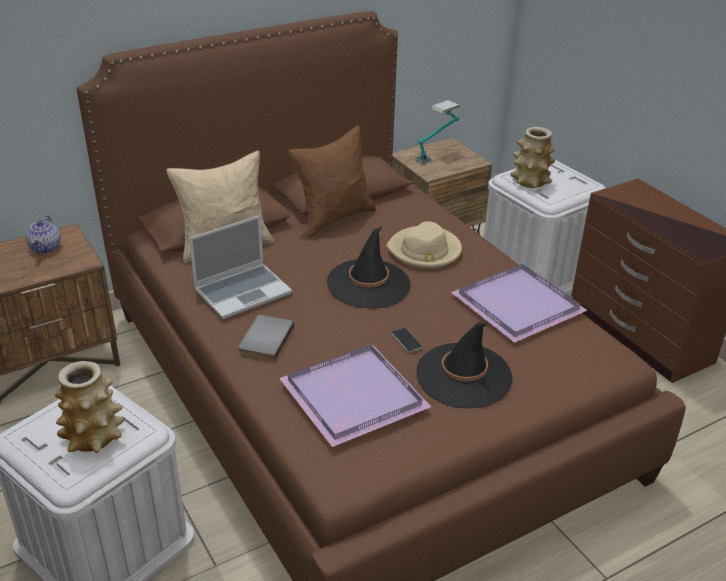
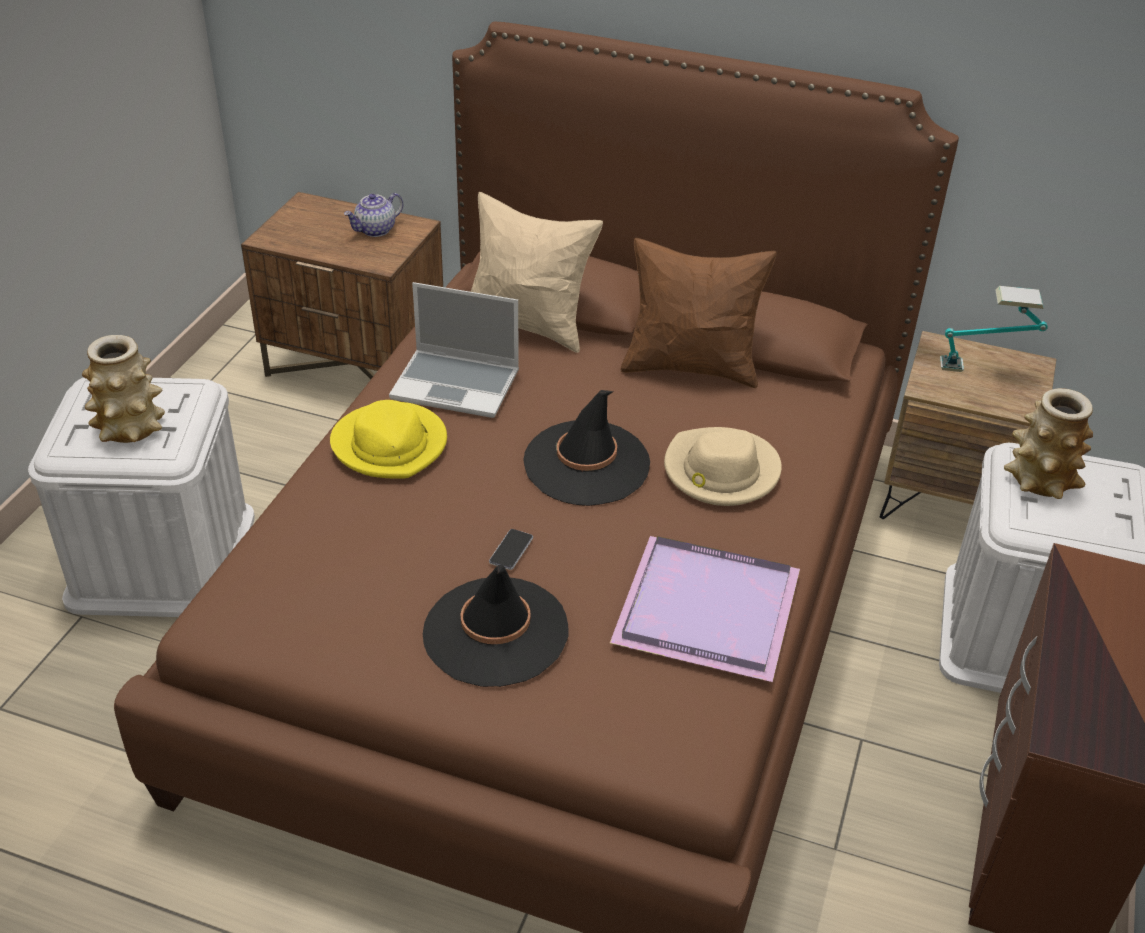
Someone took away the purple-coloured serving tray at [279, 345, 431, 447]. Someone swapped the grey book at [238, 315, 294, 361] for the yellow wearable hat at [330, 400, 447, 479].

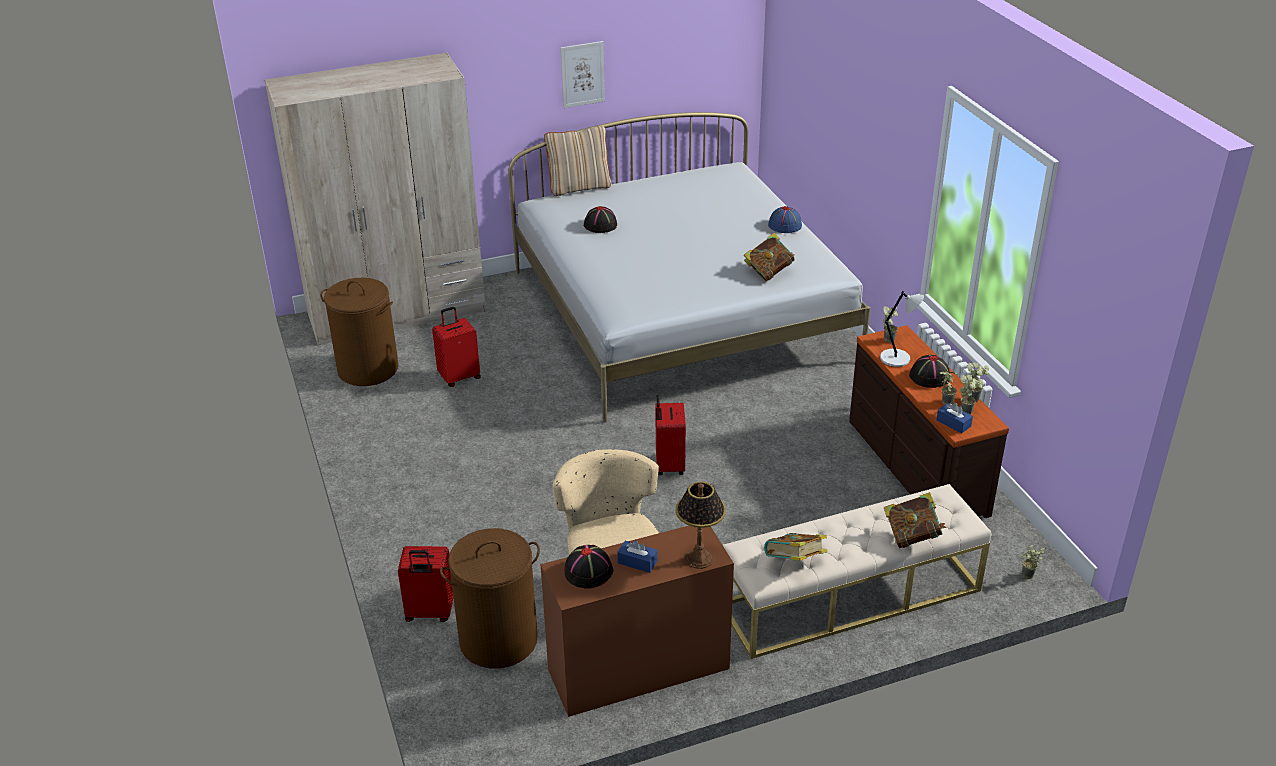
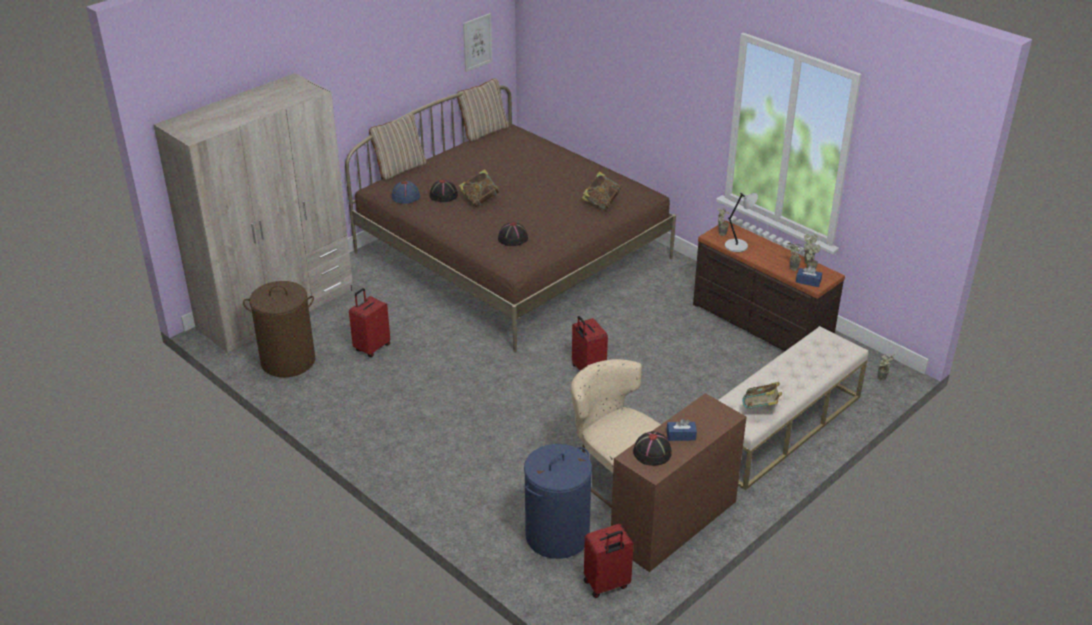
Someone took away the lamp for a table at [675, 481, 726, 569]. Someone put down the beige cushion at [457, 78, 509, 142]. Someone carried the reddish piece of luggage from [398, 546, 453, 622] to [584, 524, 633, 598]. Someone carried the wall art from [560, 41, 605, 108] to [463, 13, 492, 72]. Someone carried the blue wearable hat from [768, 206, 802, 233] to [392, 181, 420, 204]. Someone carried the book from [884, 492, 946, 548] to [459, 169, 500, 208]. Someone carried the black-coloured wearable hat from [909, 355, 950, 388] to [498, 222, 528, 246]. Someone repainted the brown washing basket at [440, 528, 540, 669], which became the blue washing basket at [524, 444, 592, 559]. Someone repainted the whitish sleeping bed at [509, 112, 870, 423], which became the brown sleeping bed at [345, 85, 676, 353].

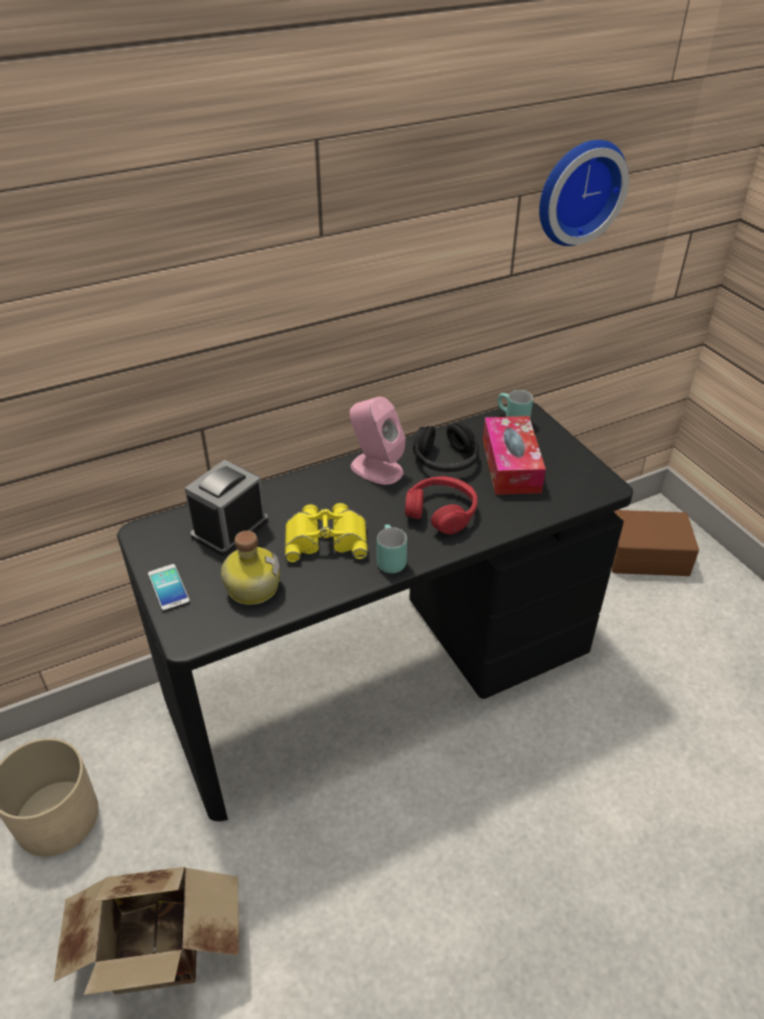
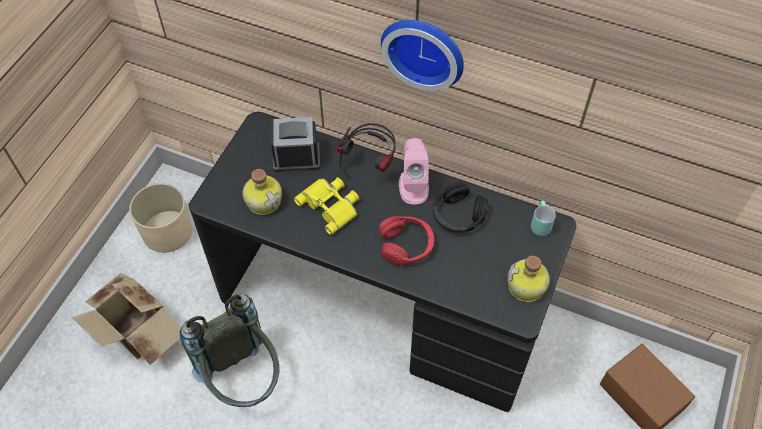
Someone took away the phone at [148, 564, 190, 612]. Someone took away the turquoise-coloured coffee mug at [377, 524, 407, 573]. Someone took away the box of tissues at [483, 416, 546, 495]. Someone put down the grey knapsack at [180, 294, 280, 407]. Someone put down the pair of headphones at [337, 123, 396, 178]. Someone put down the bottle at [507, 256, 550, 302]. Someone carried the clock on the wall from [539, 140, 629, 246] to [381, 20, 464, 91].

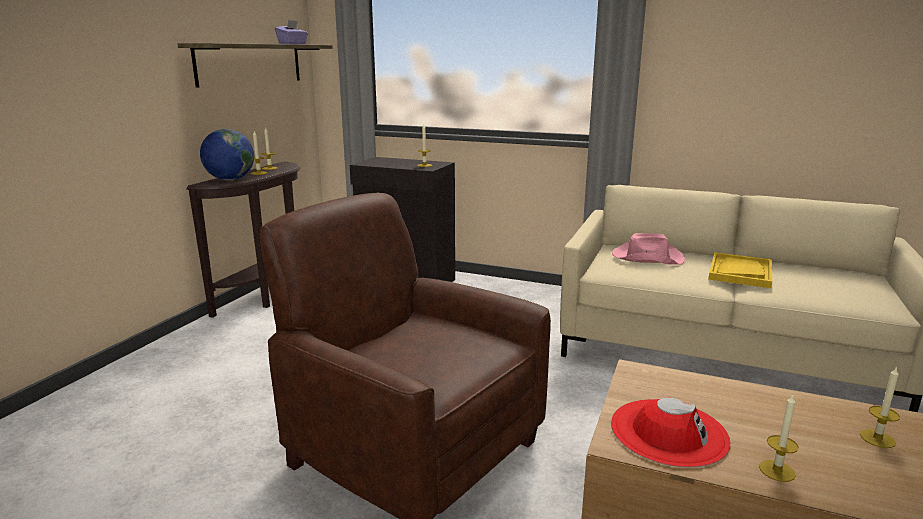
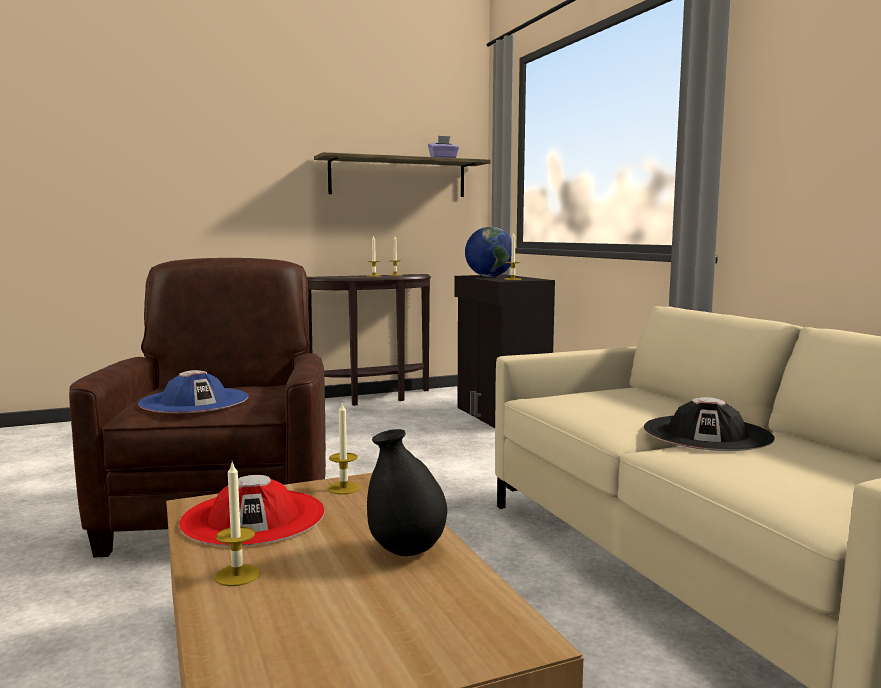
Someone took away the pinkish wearable hat at [612, 233, 685, 265]. Someone put down the blue wearable hat at [138, 370, 248, 413]. Someone put down the black-coloured flower vase at [367, 429, 447, 556]. Someone carried the world globe from [200, 129, 254, 180] to [465, 227, 512, 277]. Someone carried the wax candle from [860, 366, 900, 448] to [327, 403, 360, 494]. Someone swapped the yellow serving tray at [708, 252, 772, 288] for the black-coloured wearable hat at [644, 397, 775, 451].

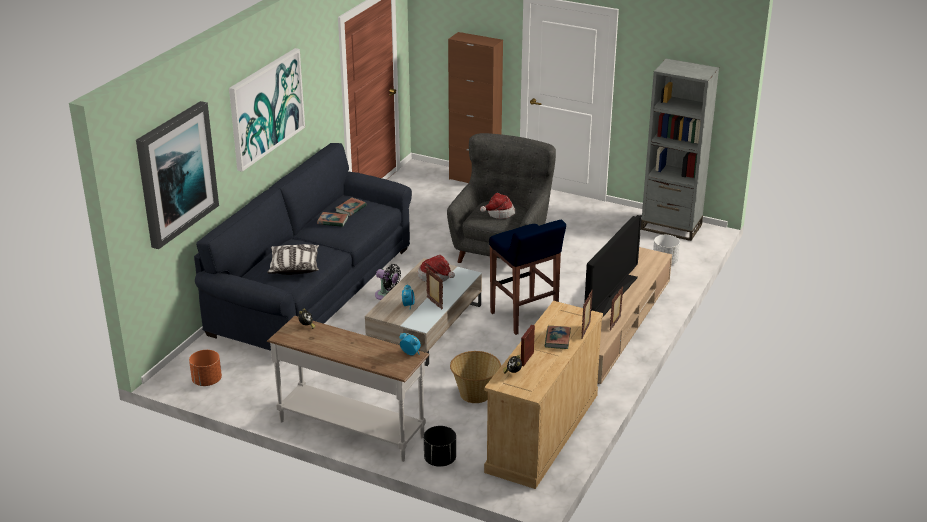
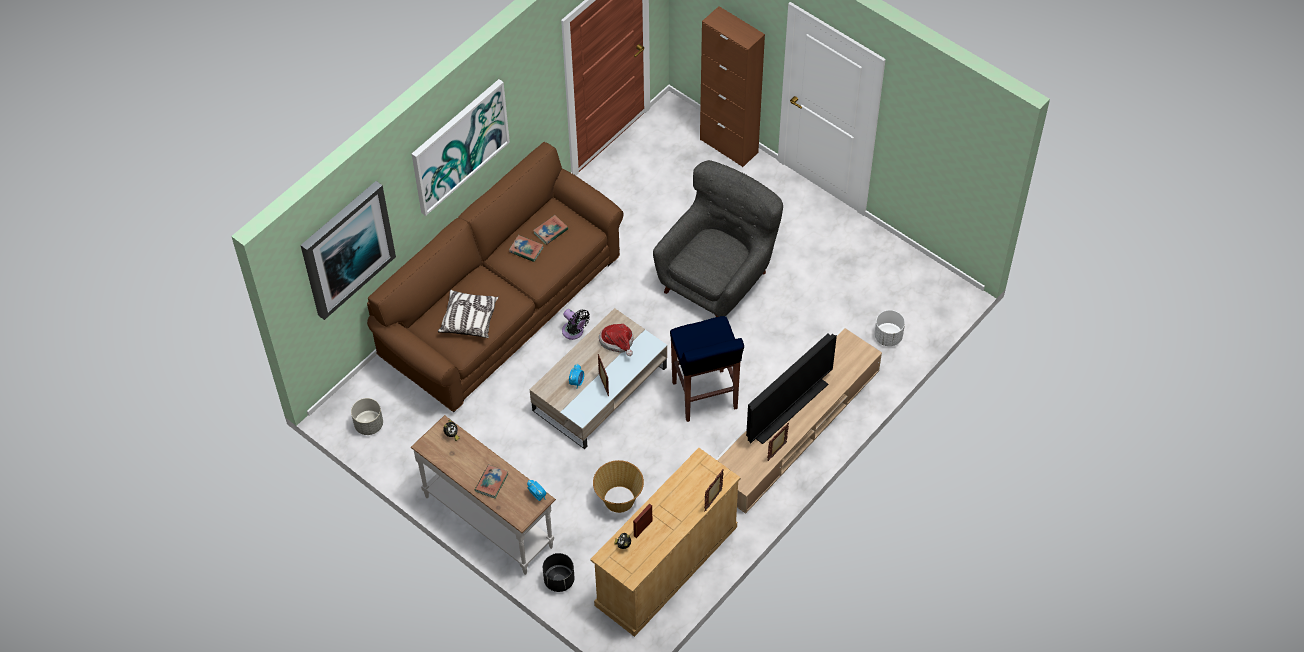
Someone took away the wearable hat at [480, 193, 515, 219]. Someone took away the grey bookshelf at [641, 59, 719, 241]. Someone carried the book from [545, 326, 571, 349] to [475, 465, 508, 498]. Someone repainted the orange plant pot at [189, 350, 222, 386], which became the grey plant pot at [351, 398, 383, 435]. Someone repainted the blue sofa at [194, 143, 412, 351], which became the brown sofa at [367, 142, 624, 412].

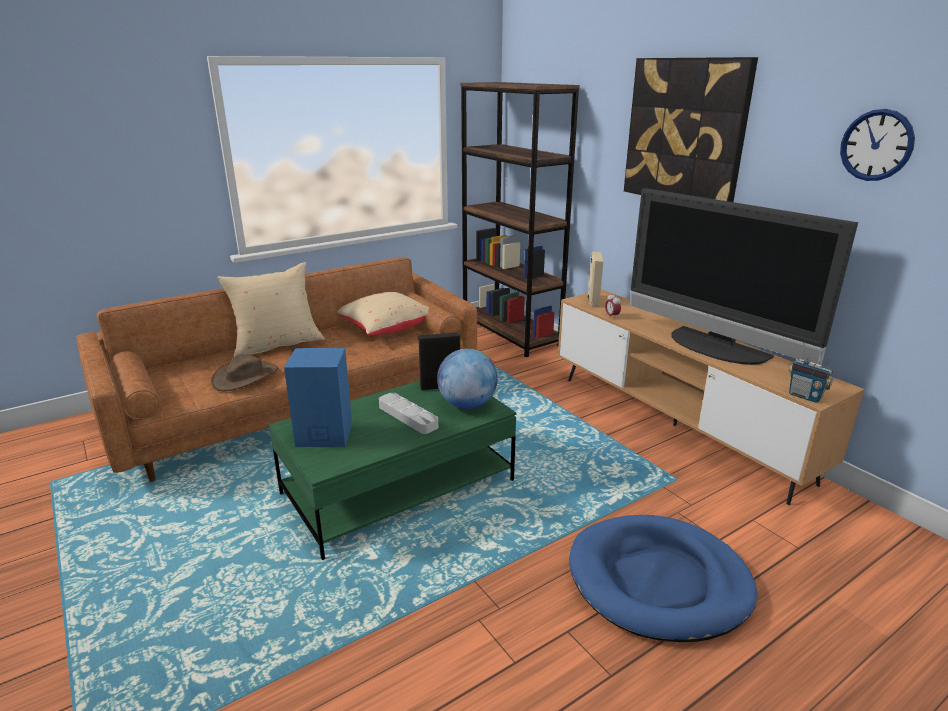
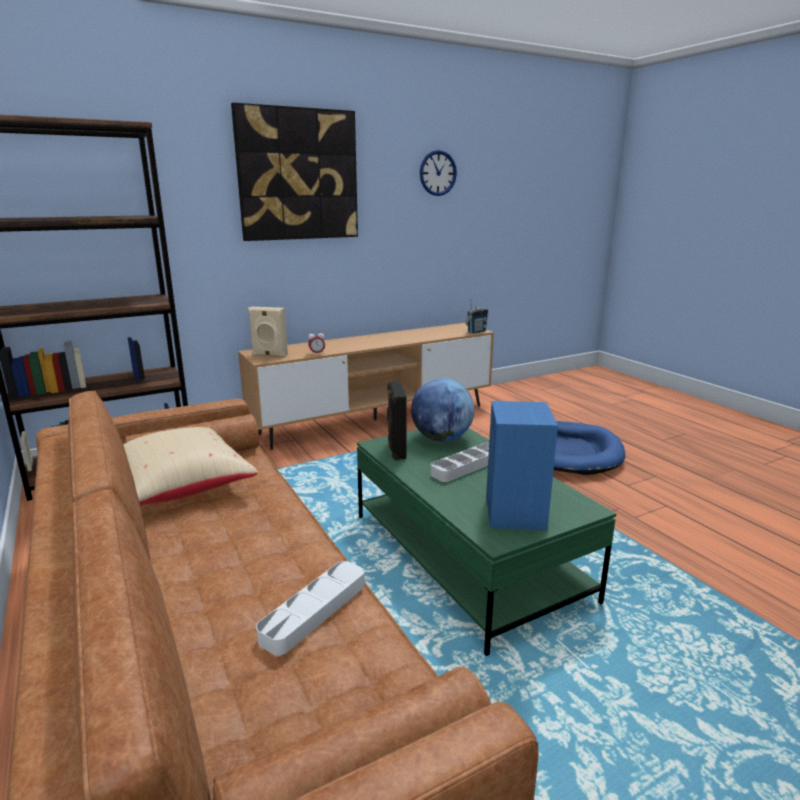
Someone took away the beige cushion at [217, 262, 325, 358]. Someone took away the TV set at [630, 188, 858, 365]. Someone swapped the brown wearable hat at [211, 354, 278, 391] for the whitish serving tray at [256, 561, 365, 655].

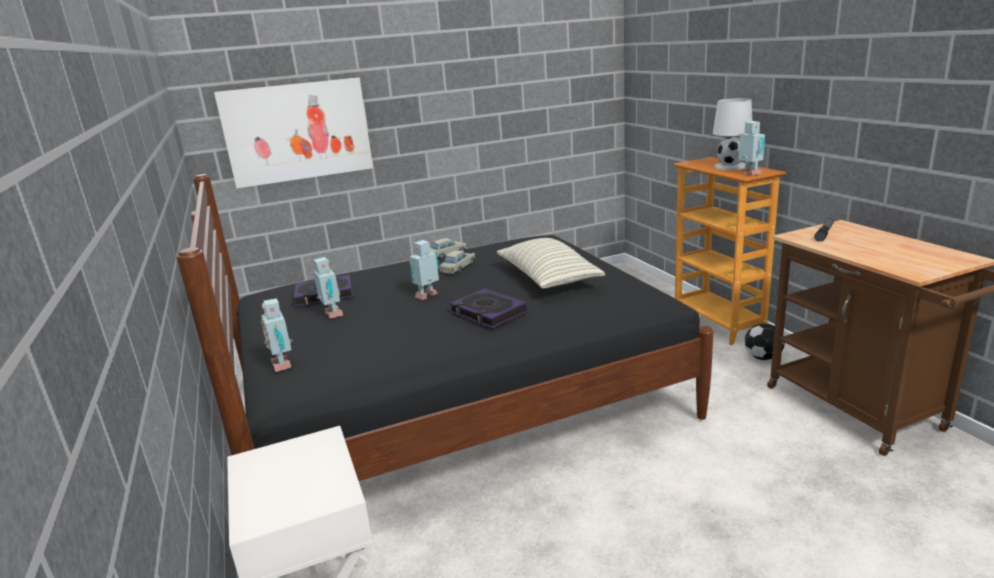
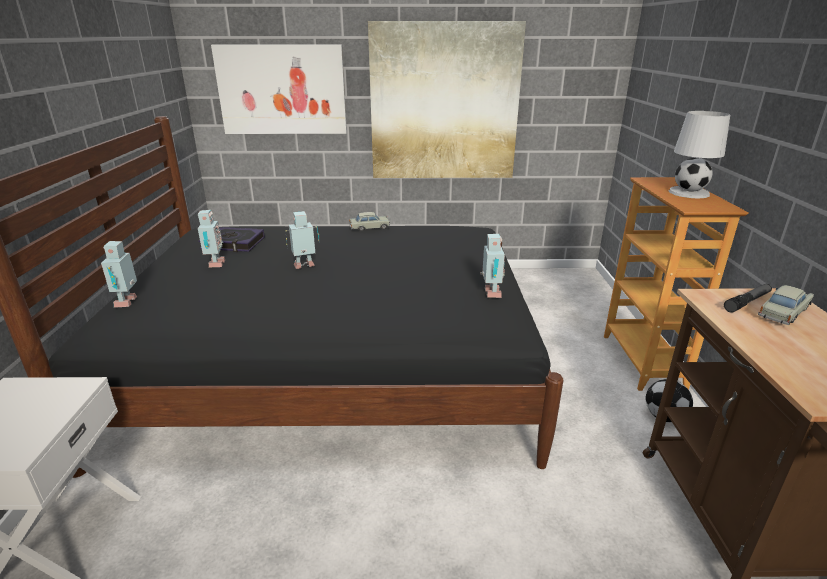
Someone took away the book at [449, 288, 527, 329]. Someone took away the cushion at [496, 238, 605, 288]. Someone put up the wall art at [368, 21, 526, 178]. Someone carried the beige miniature car from [439, 250, 476, 274] to [758, 285, 814, 325]. Someone carried the toy robot from [738, 121, 765, 175] to [480, 234, 505, 298].

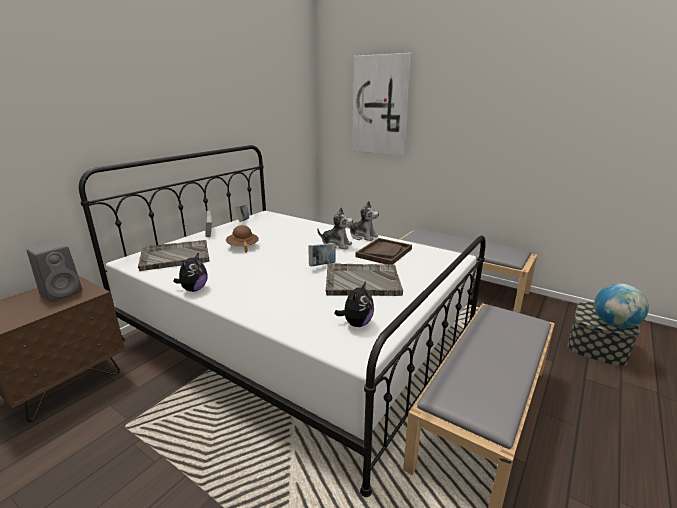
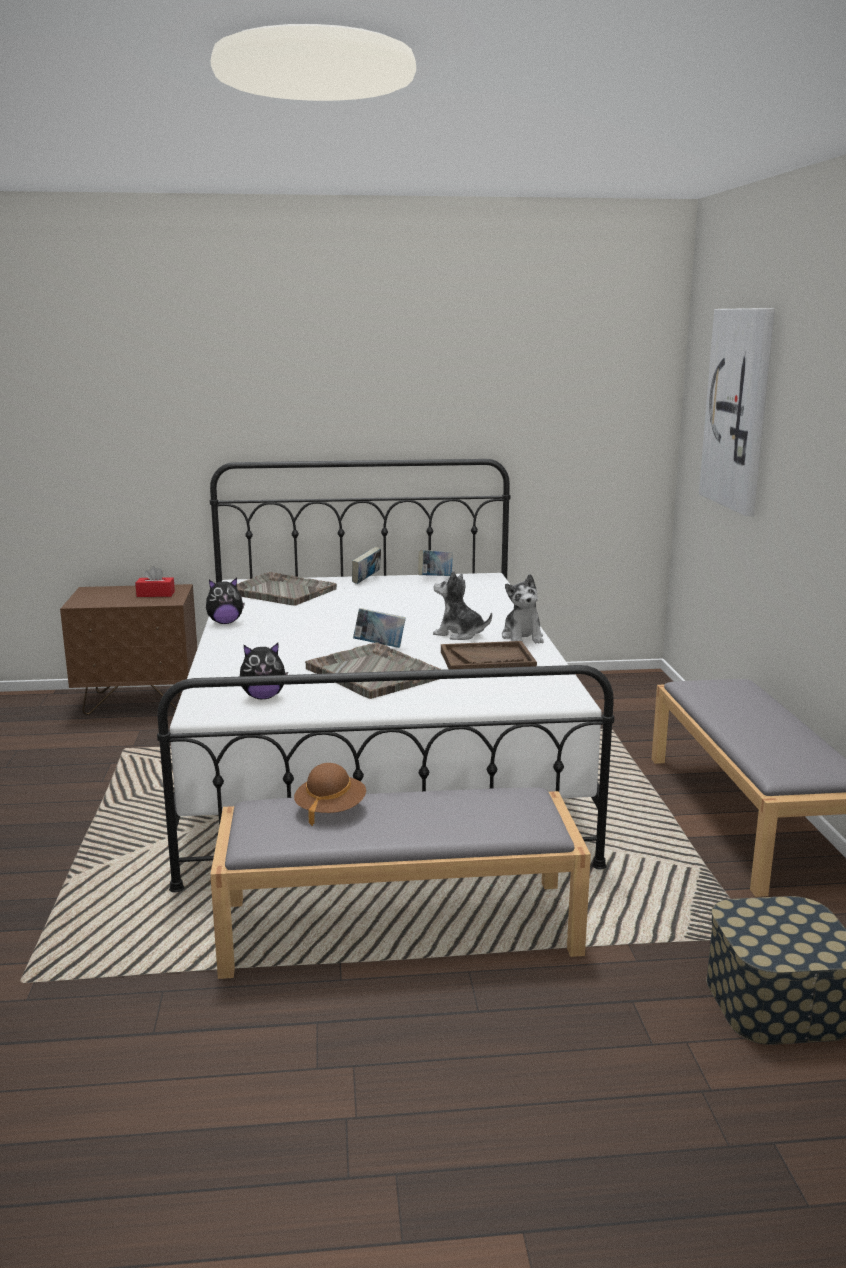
Someone took away the world globe at [594, 283, 649, 328]. Someone carried the brown wearable hat from [226, 225, 259, 253] to [294, 763, 366, 826]. Someone swapped the grey audio speaker at [27, 241, 82, 302] for the reddish box of tissues at [135, 566, 175, 597]. Someone rotated the cuddly toy at [317, 207, 353, 250] by 135 degrees clockwise.

